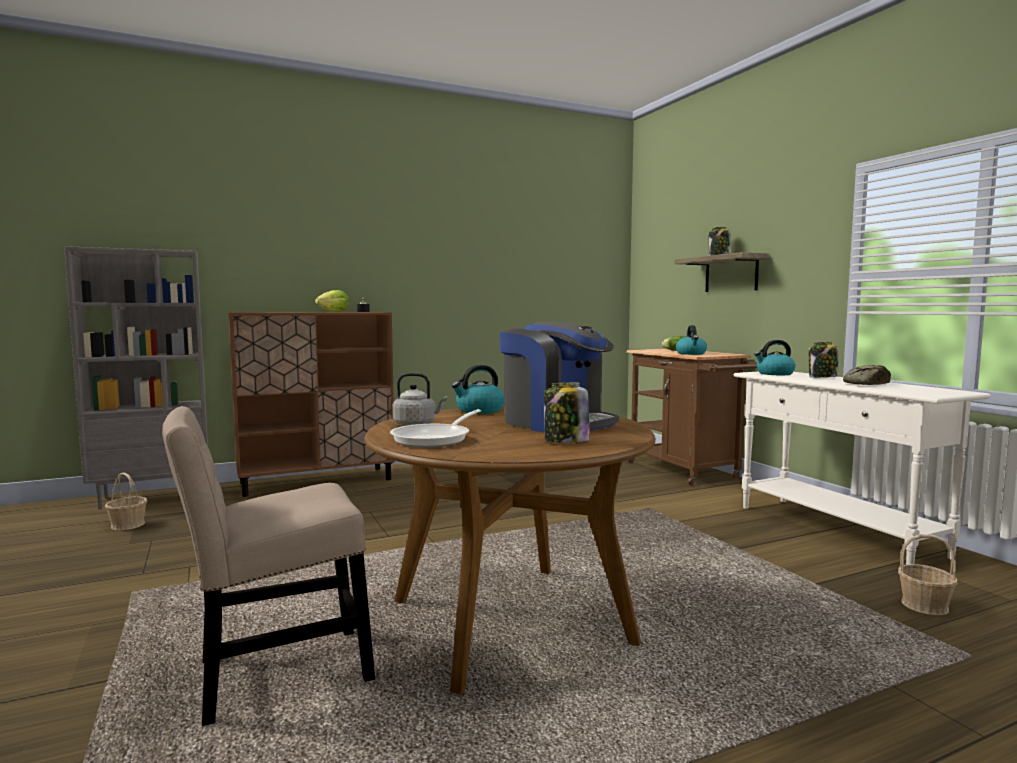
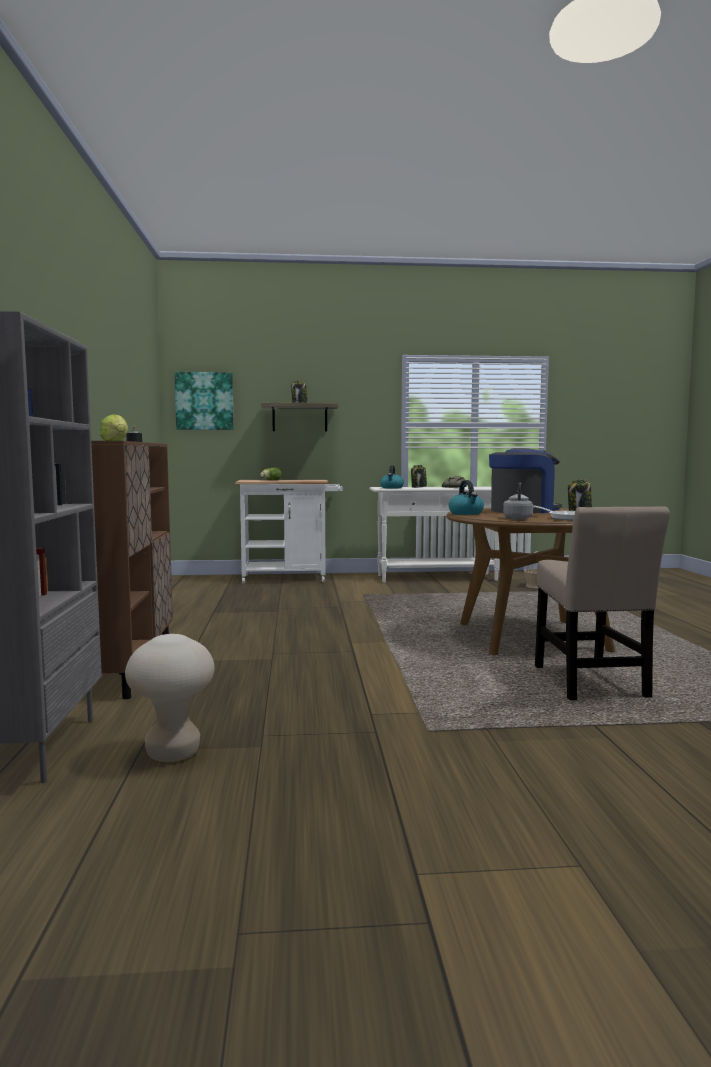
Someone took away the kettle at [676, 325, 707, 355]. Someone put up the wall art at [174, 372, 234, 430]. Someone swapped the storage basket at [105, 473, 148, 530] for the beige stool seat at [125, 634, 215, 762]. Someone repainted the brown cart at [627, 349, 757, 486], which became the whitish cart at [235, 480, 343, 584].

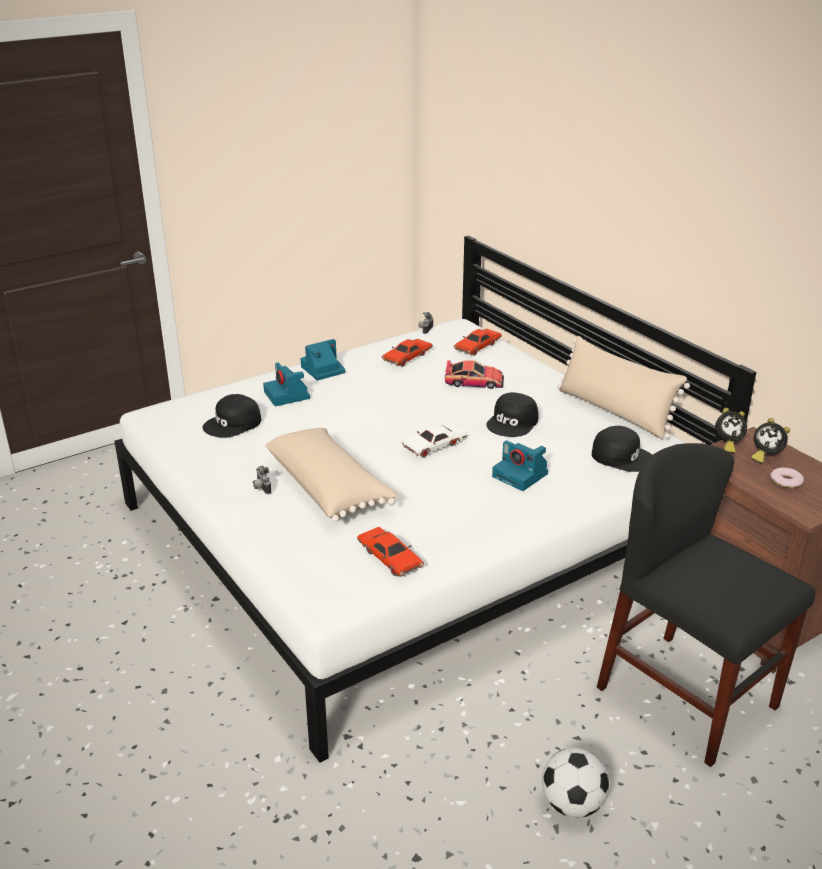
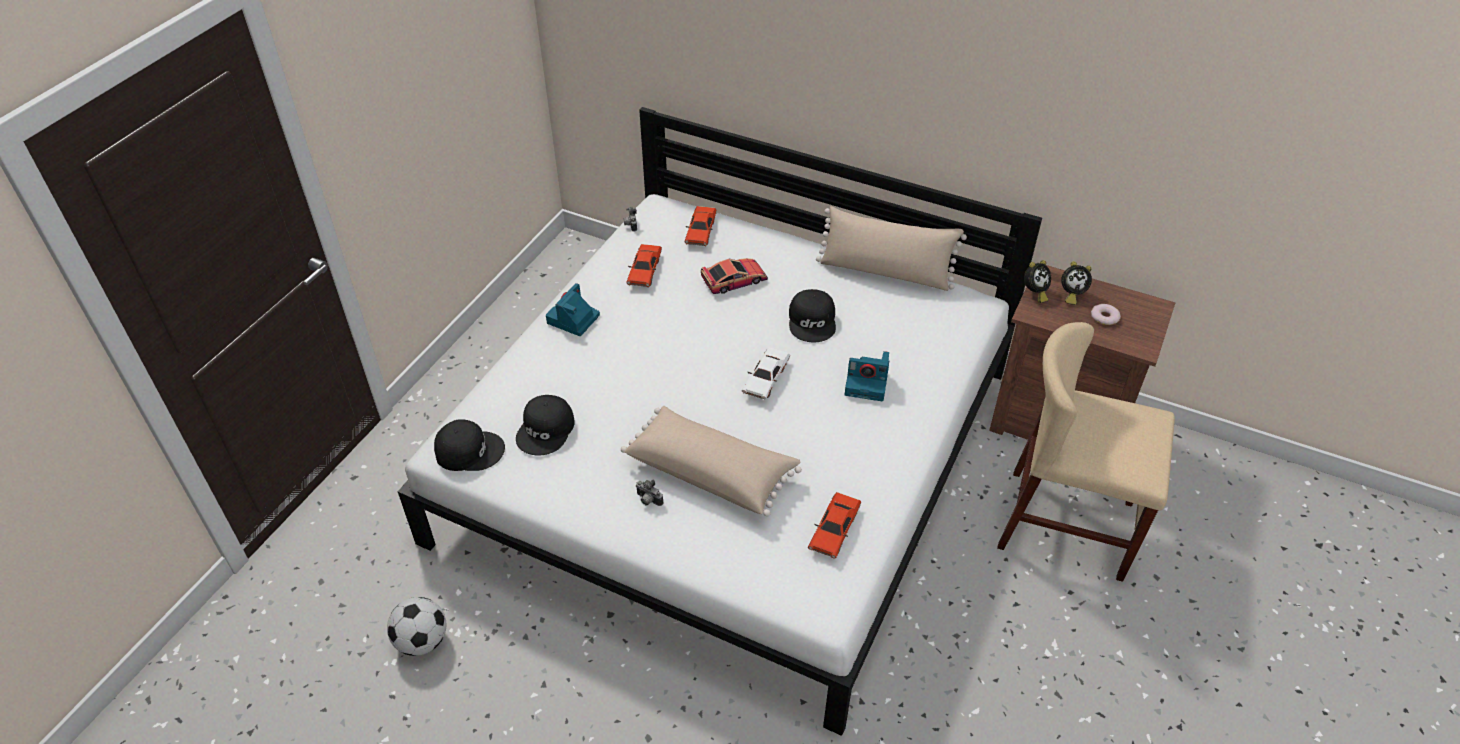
Someone took away the still camera at [263, 363, 310, 406]. Someone carried the football from [542, 747, 609, 818] to [387, 597, 446, 656]. Someone carried the black-coloured peaked cap from [592, 426, 652, 472] to [434, 419, 505, 471]. Someone repainted the black-coloured chair at [597, 443, 815, 767], which became the beige chair at [997, 322, 1175, 582]. Someone rotated the reddish miniature car at [357, 527, 424, 577] by 90 degrees clockwise.

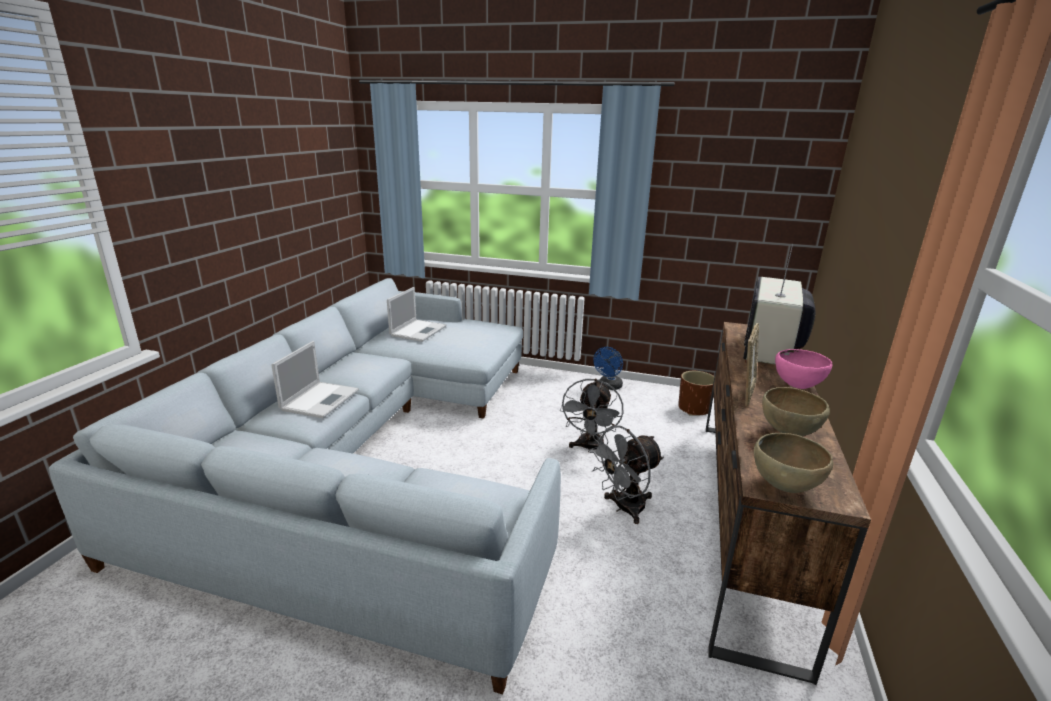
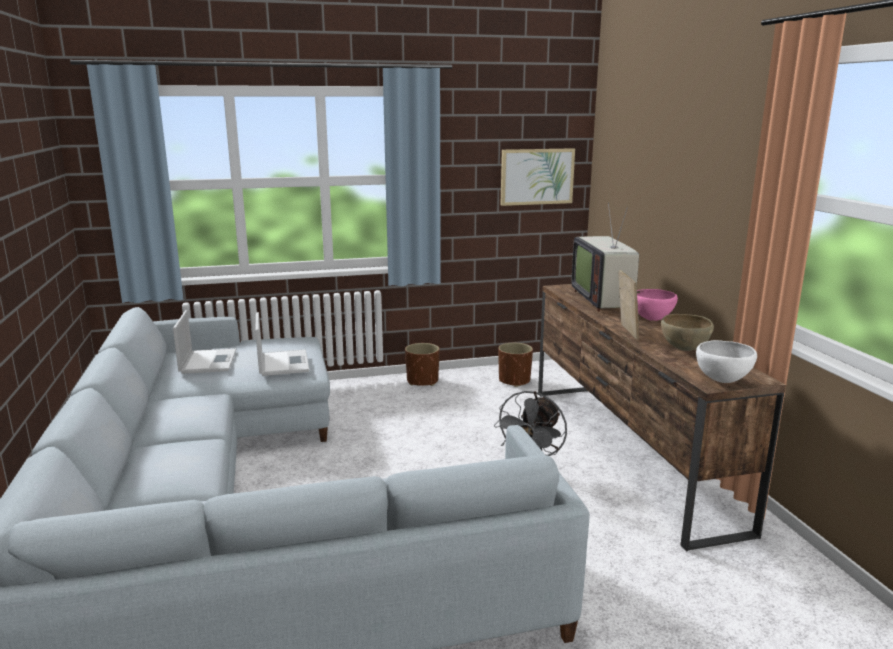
Someone took away the grey electric fan at [560, 379, 623, 451]. Someone put up the wall art at [501, 148, 575, 206]. Someone carried the laptop from [271, 341, 359, 418] to [255, 312, 309, 376]. Someone swapped the blue electric fan at [593, 347, 623, 390] for the brown plant pot at [405, 343, 440, 386]. Someone repainted the brown deep dish at [754, 433, 834, 493], which became the whitish deep dish at [696, 340, 757, 383].

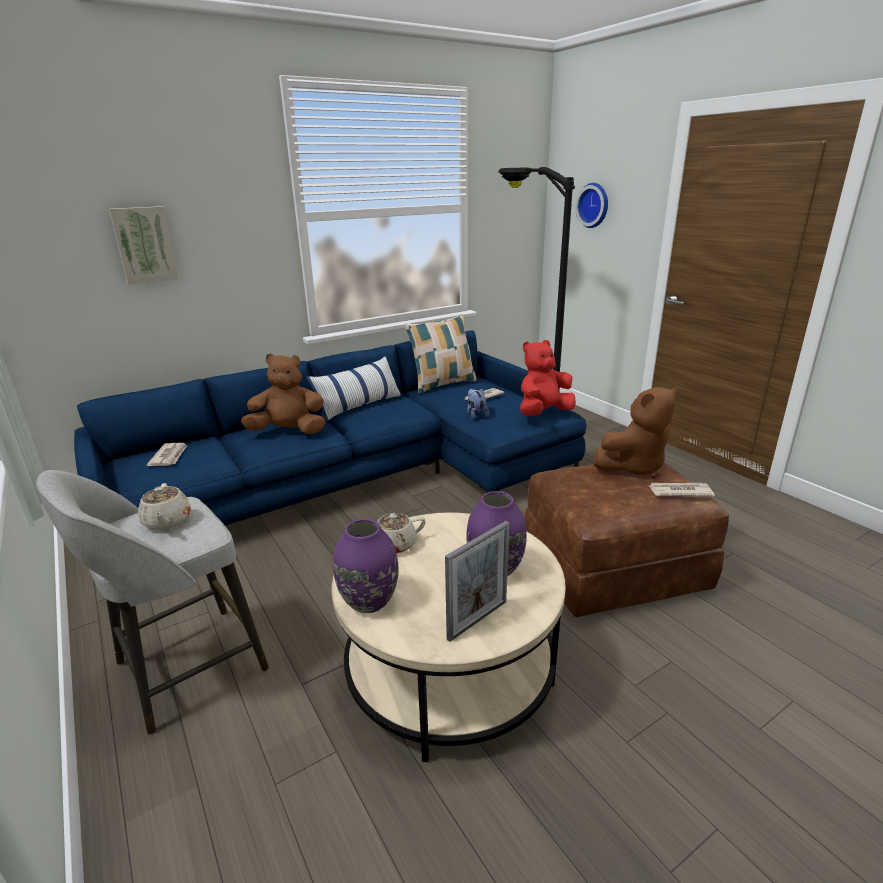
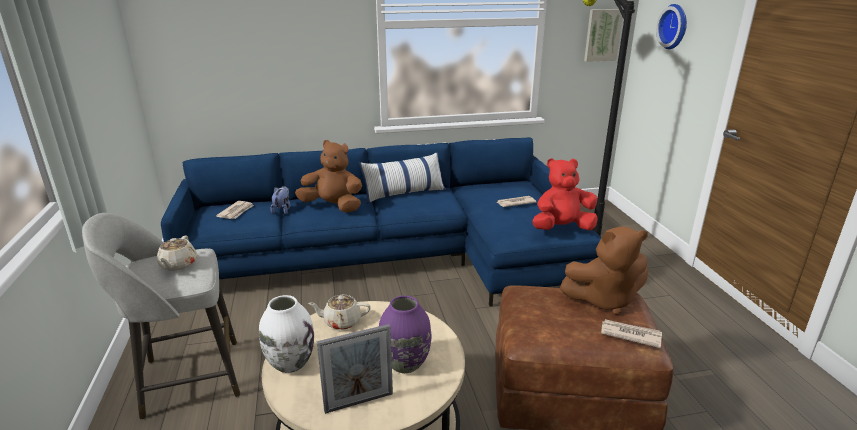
Someone took away the cushion at [404, 314, 477, 394]. Someone carried the wall art from [109, 206, 178, 284] to [584, 9, 623, 62]. Someone carried the cuddly toy from [467, 388, 489, 419] to [270, 186, 291, 214]. Someone repainted the purple-coloured flower vase at [333, 519, 399, 613], which became the whitish flower vase at [259, 295, 314, 373].

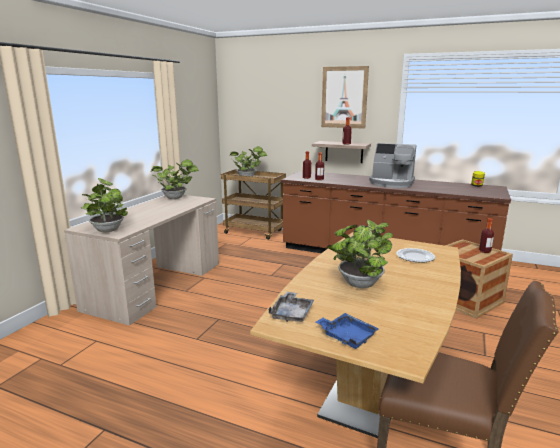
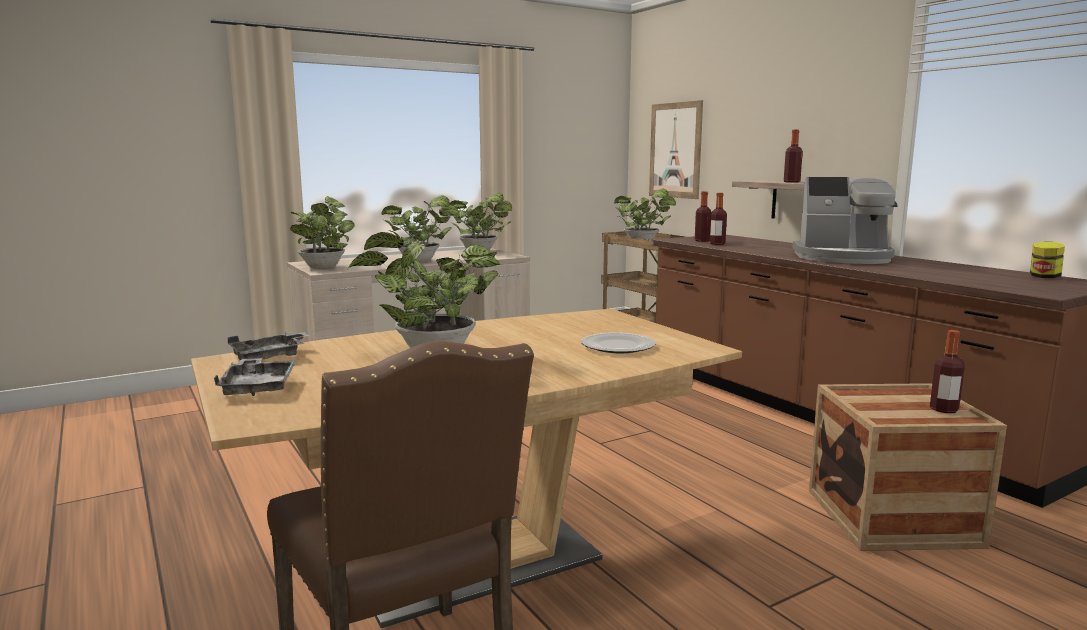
Someone put down the potted plant at [382, 195, 459, 263]. Someone carried the wall art from [321, 66, 369, 129] to [649, 100, 703, 199]. Someone repainted the blue serving tray at [316, 313, 379, 349], which became the grey serving tray at [214, 358, 297, 396]. Someone rotated the coffee maker at [369, 143, 416, 188] by 45 degrees counterclockwise.

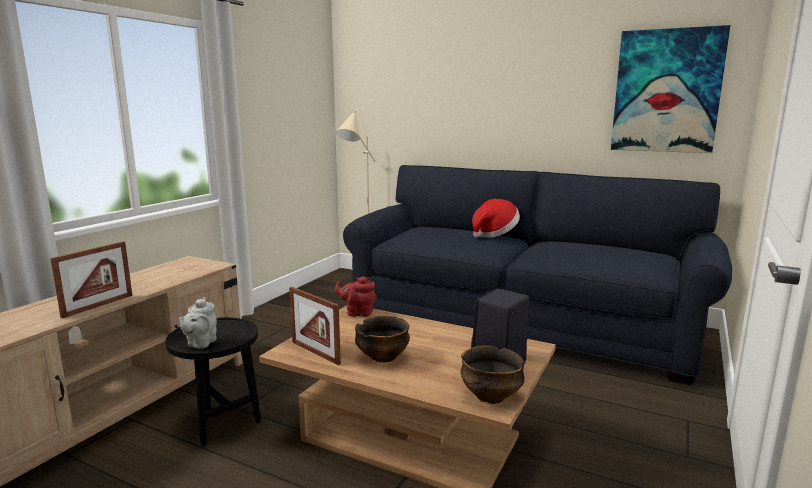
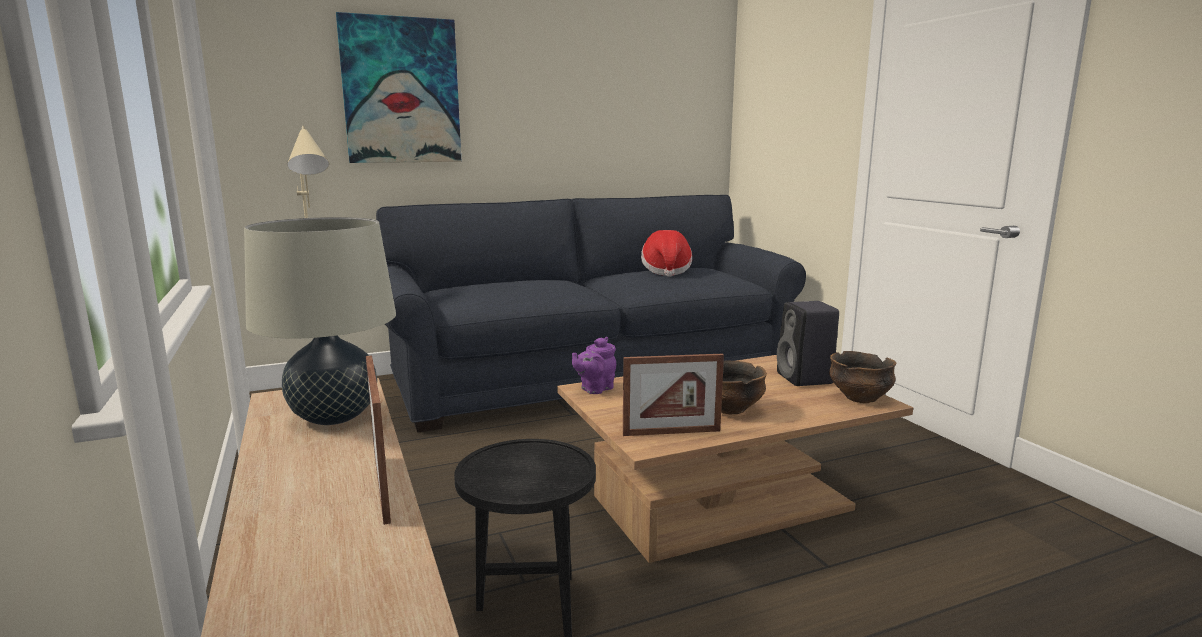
Someone took away the grey pot for tea at [179, 297, 217, 349]. Someone put down the beige lamp for a table at [244, 217, 396, 425]. Someone carried the wearable hat from [472, 199, 520, 238] to [641, 230, 692, 277]. Someone carried the wall art from [611, 25, 730, 153] to [336, 12, 462, 163]. Someone repainted the reddish pot for tea at [335, 277, 377, 317], which became the purple-coloured pot for tea at [572, 337, 616, 394].

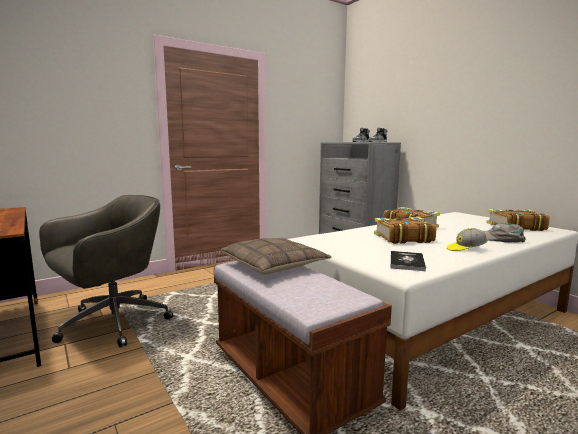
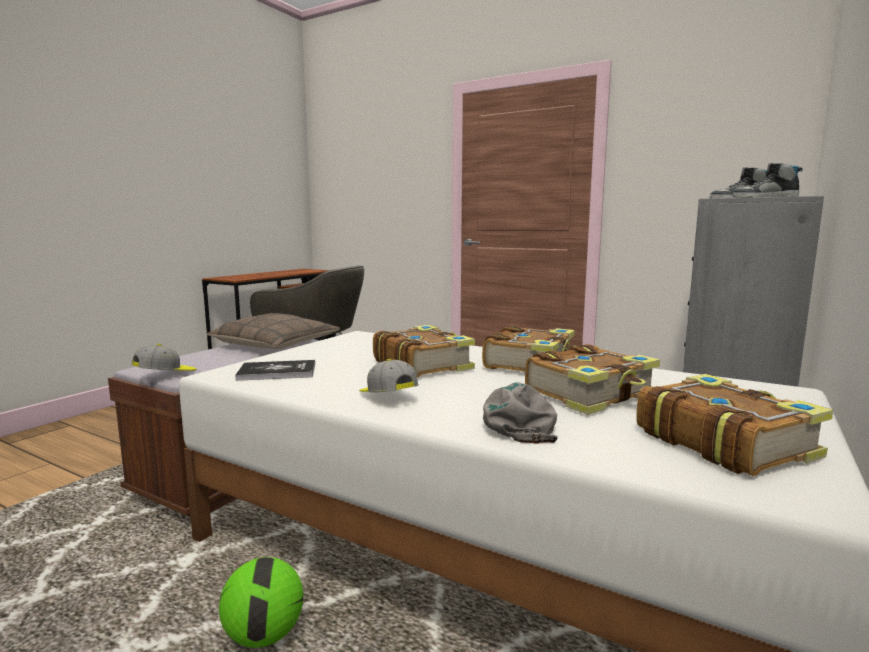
Someone put down the peaked cap at [132, 344, 197, 371]. Someone put down the football at [219, 557, 303, 648]. Someone put down the book at [525, 344, 660, 415].

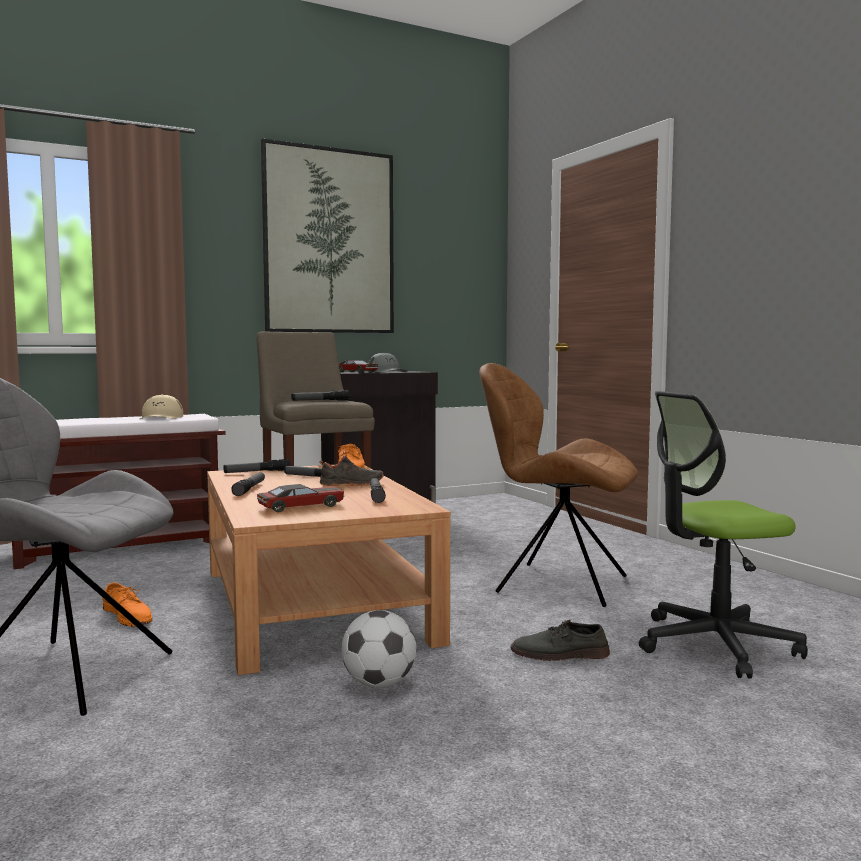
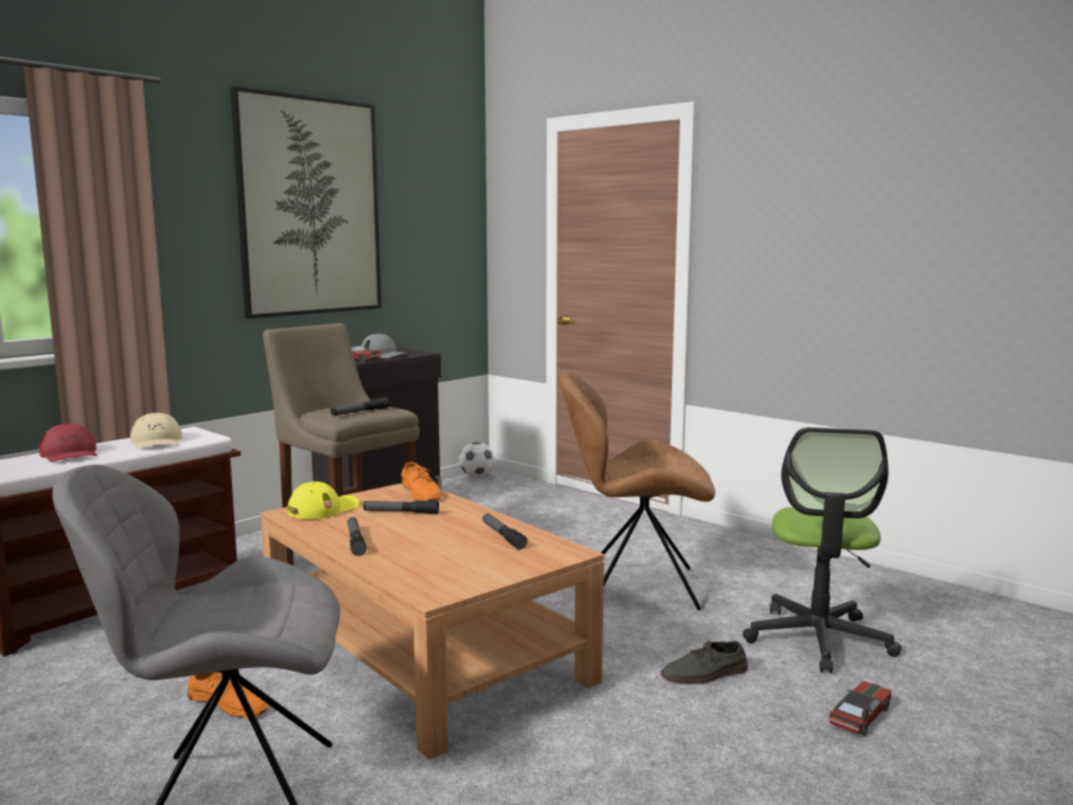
Someone took away the black-coloured shoe at [319, 450, 384, 486]. Someone put down the reddish peaked cap at [39, 424, 98, 462]. Someone carried the miniature car from [257, 484, 344, 512] to [829, 681, 892, 736]. Someone carried the football from [341, 610, 416, 688] to [459, 442, 494, 478]. Someone swapped the torch at [223, 459, 290, 473] for the yellow peaked cap at [287, 481, 359, 520]. Someone rotated the desk chair at [639, 391, 808, 679] by 45 degrees counterclockwise.

